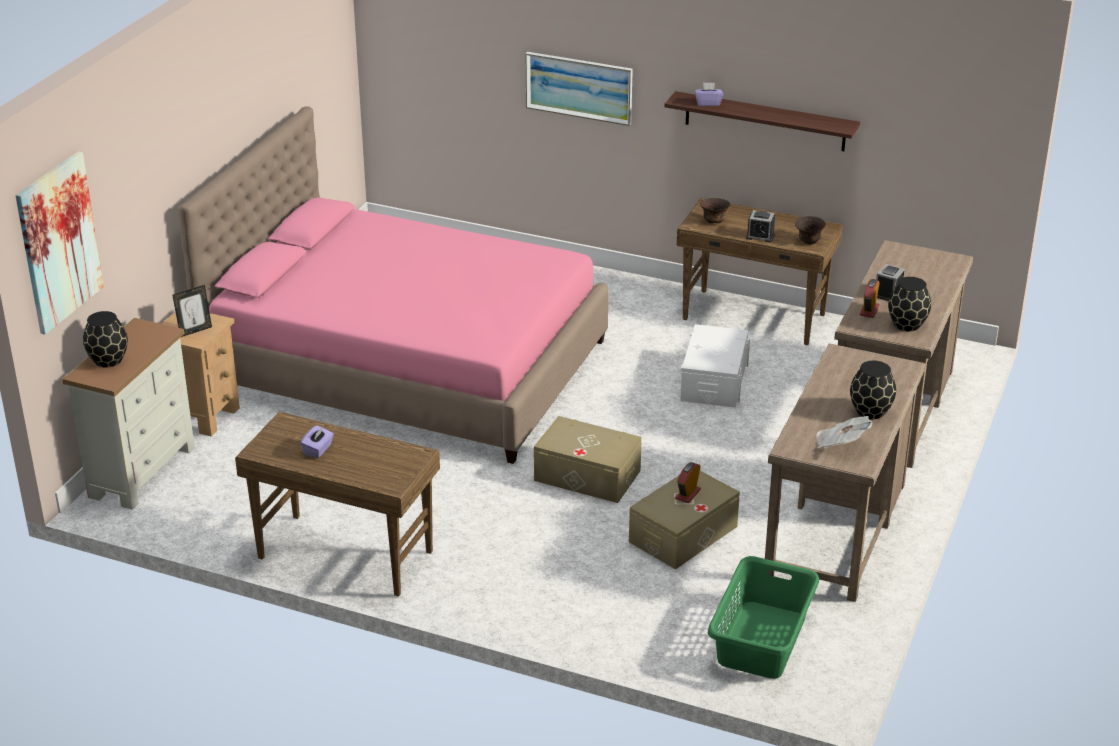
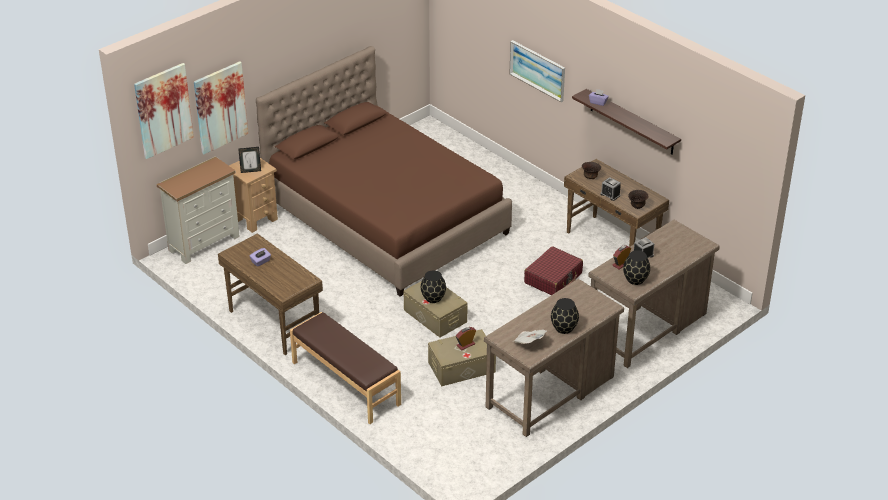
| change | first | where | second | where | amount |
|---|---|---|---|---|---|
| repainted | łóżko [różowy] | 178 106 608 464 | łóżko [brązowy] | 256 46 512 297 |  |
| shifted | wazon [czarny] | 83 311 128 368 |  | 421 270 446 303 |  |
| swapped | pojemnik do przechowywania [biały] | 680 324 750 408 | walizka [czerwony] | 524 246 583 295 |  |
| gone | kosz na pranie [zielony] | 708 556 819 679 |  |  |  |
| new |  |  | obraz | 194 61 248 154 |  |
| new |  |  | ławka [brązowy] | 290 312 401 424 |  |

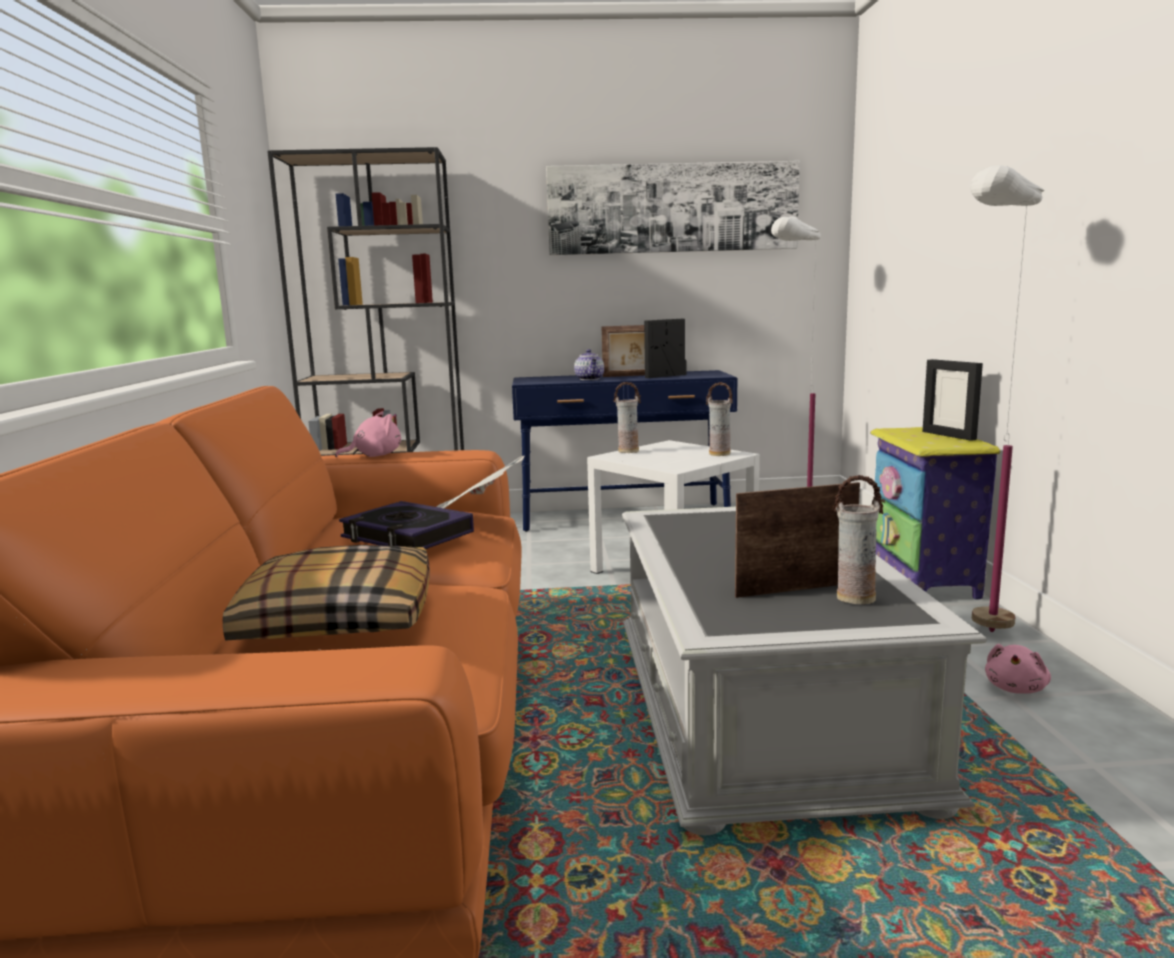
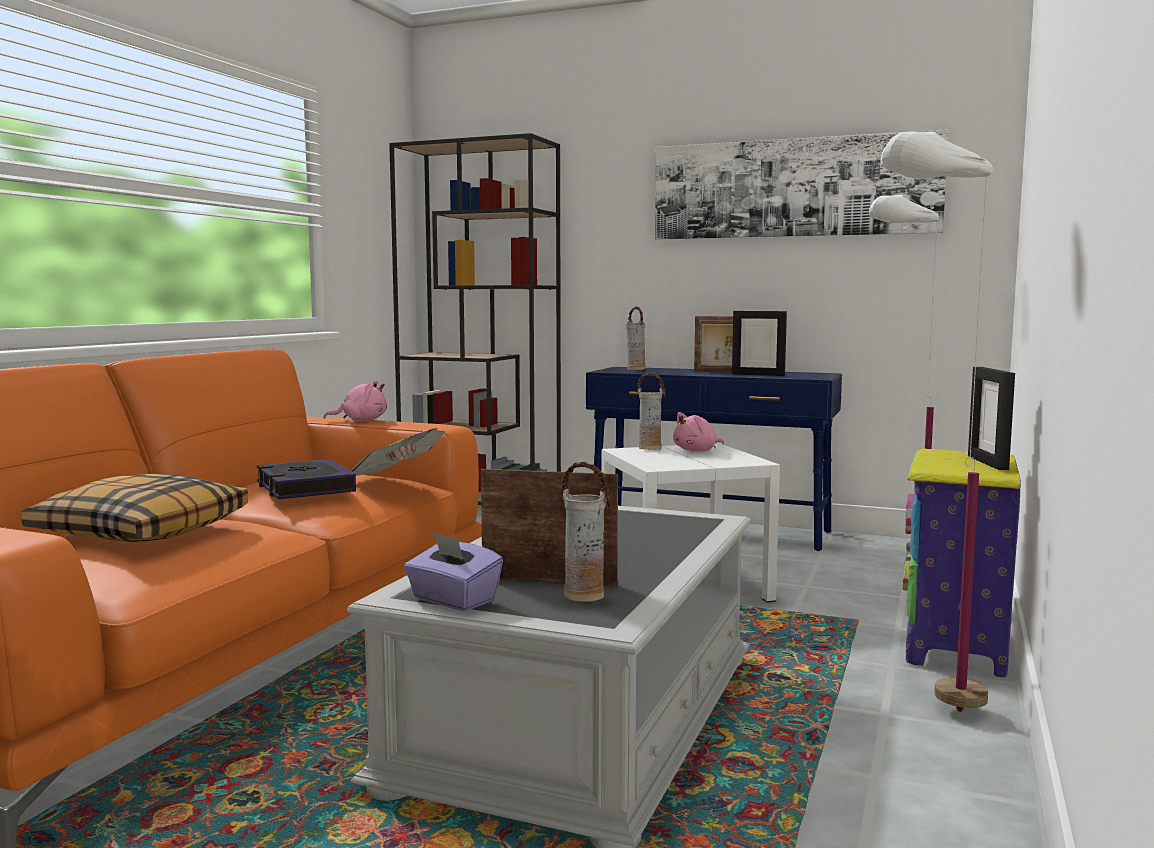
| change | first | where | second | where | amount |
|---|---|---|---|---|---|
| rotated | ramka na zdjęcie | 644 319 686 378 |  | 732 311 787 376 | 150 degrees counterclockwise |
| gone | imbryk | 574 349 604 380 |  |  |  |
| shifted | wazon | 706 382 733 456 |  | 626 307 646 370 |  |
| shifted | pluszak [różowy] | 985 644 1051 694 |  | 673 412 724 452 |  |
| new |  |  | pudełko chusteczek [fioletowy] | 404 532 503 611 |  |

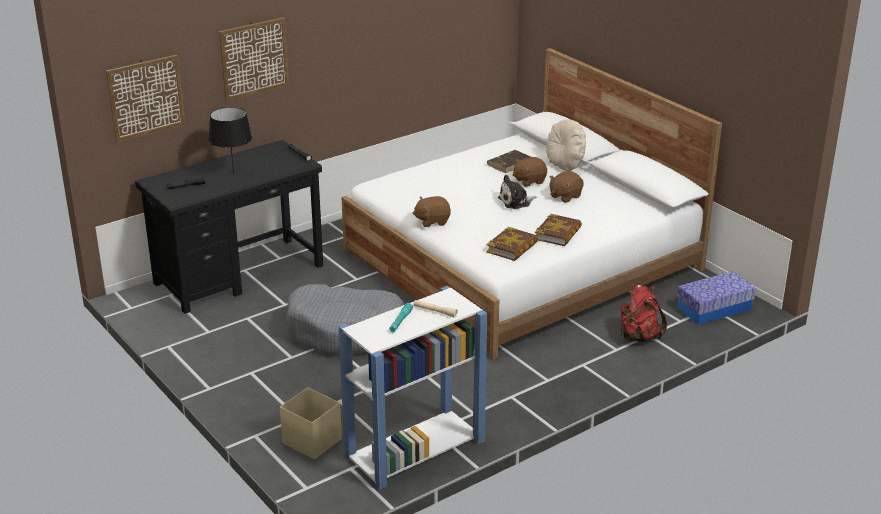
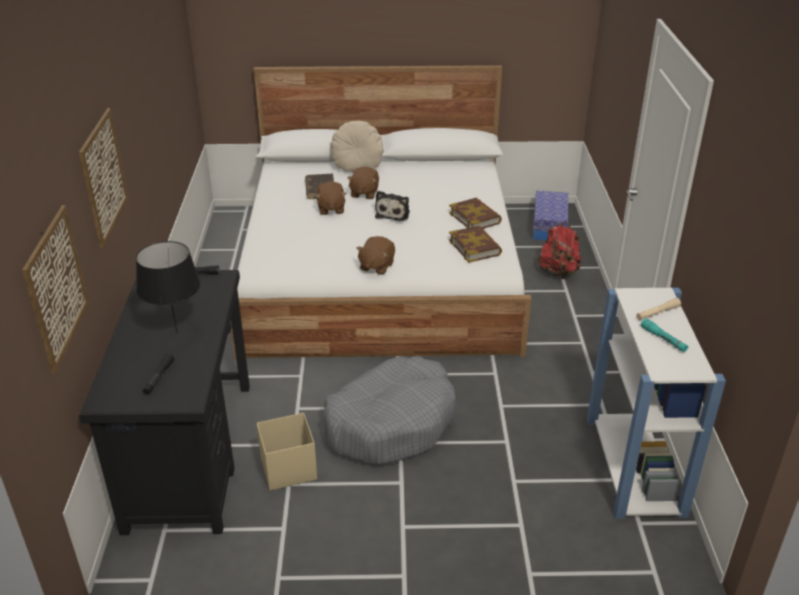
| change | first | where | second | where | amount |
|---|---|---|---|---|---|
| shifted | pluszak [brązowy] | 549 171 584 203 |  | 315 181 346 215 |  |
| shifted | pojemnik do przechowywania [beżowy] | 280 387 342 459 |  | 256 413 317 491 |  |

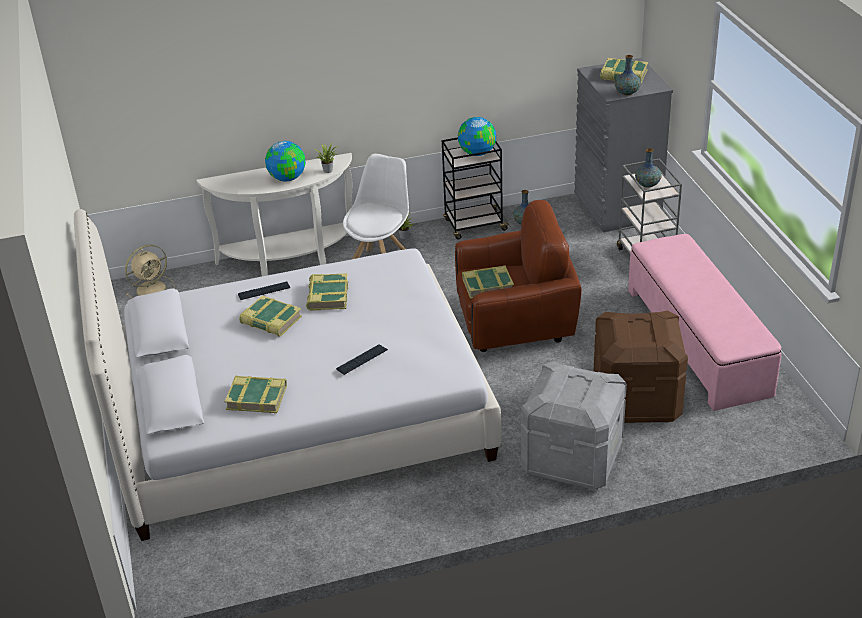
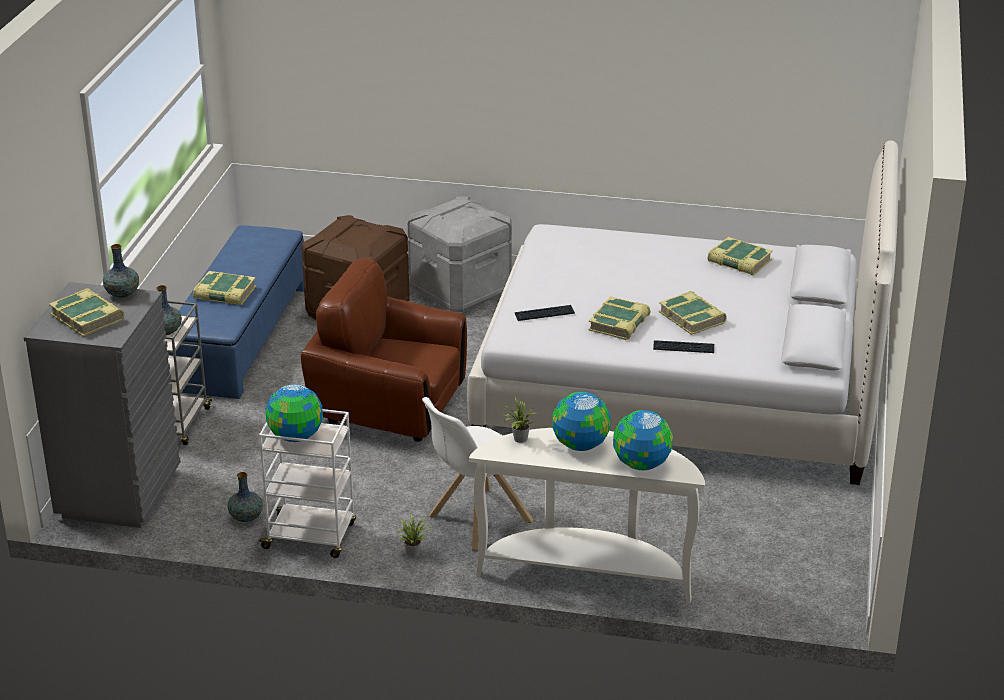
| change | first | where | second | where | amount |
|---|---|---|---|---|---|
| repainted | wózek [czarny] | 442 138 510 239 | wózek [biały] | 257 409 356 558 |  |
| repainted | ławka [różowy] | 628 234 781 411 | ławka [niebieski] | 168 225 304 399 |  |
| gone | wentylator [beżowy] | 125 245 174 298 |  |  |  |
| shifted | książka | 462 265 514 299 |  | 193 271 256 305 |  |
| shifted | klawiatura | 336 344 388 375 |  | 515 305 575 321 |  |
| new |  |  | globus | 613 410 673 470 |  |

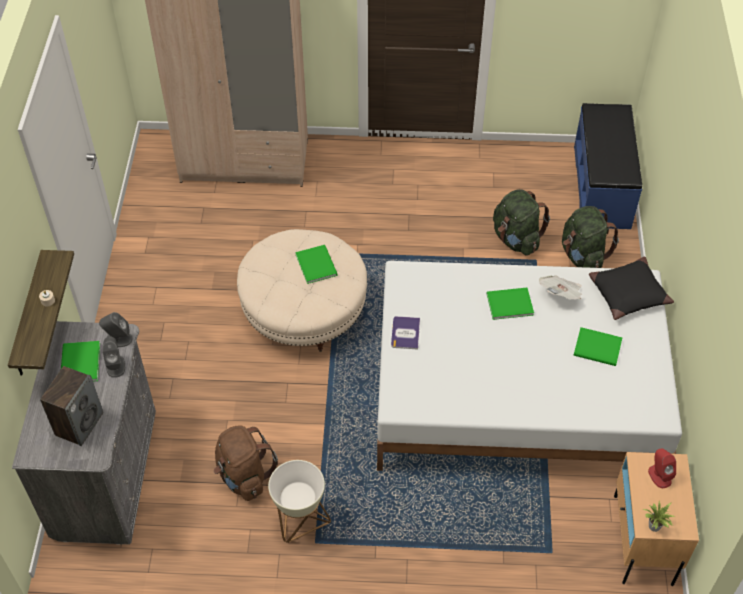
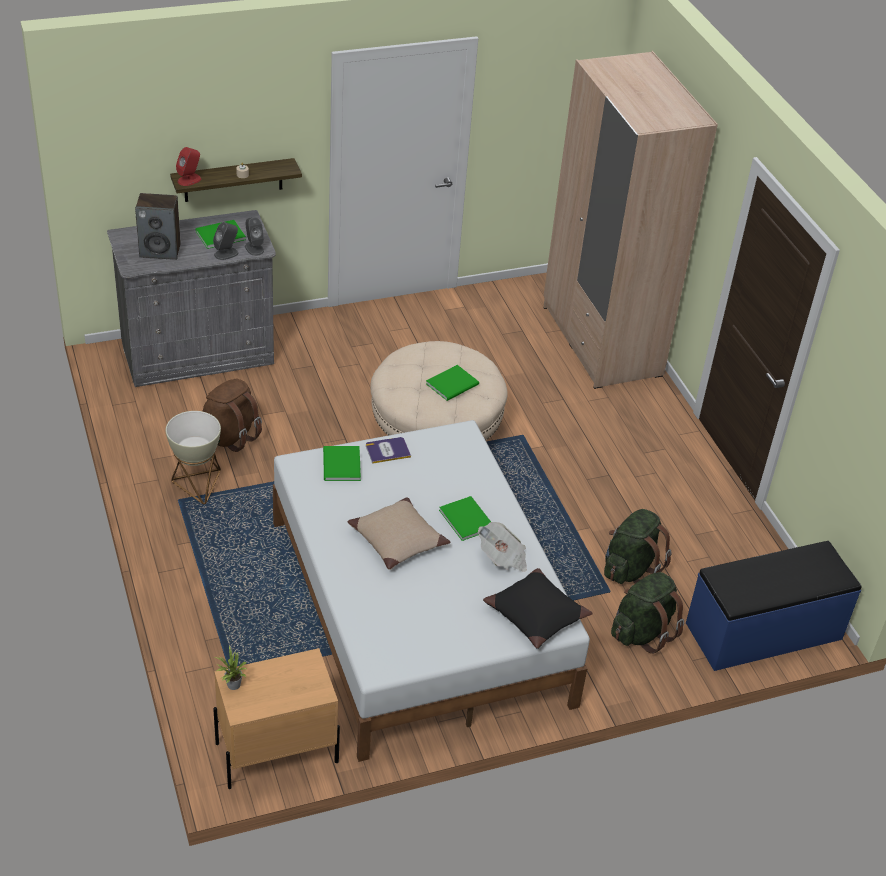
| change | first | where | second | where | amount |
|---|---|---|---|---|---|
| shifted | książka [zielony] | 573 327 623 366 |  | 323 446 361 481 |  |
| shifted | głośnik [czerwony] | 648 448 676 488 |  | 176 147 201 186 |  |
| new |  |  | poduszka [beżowy] | 348 498 450 570 |  |

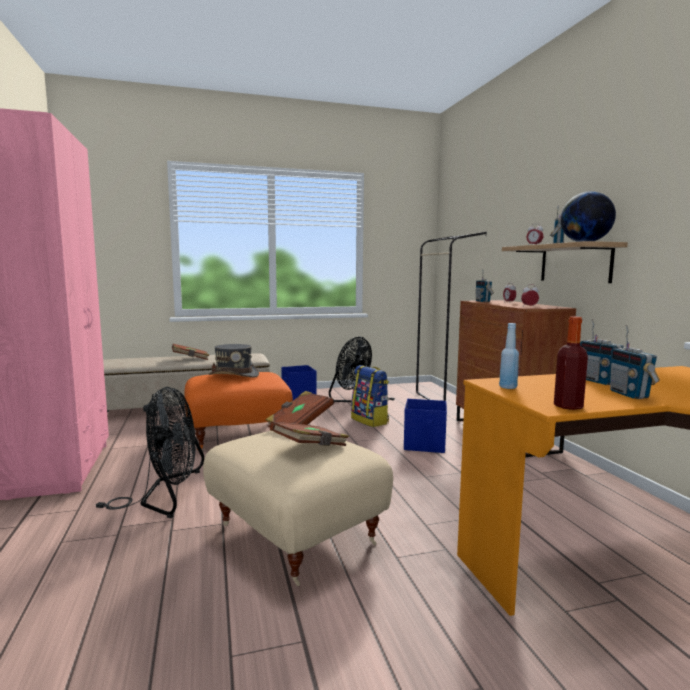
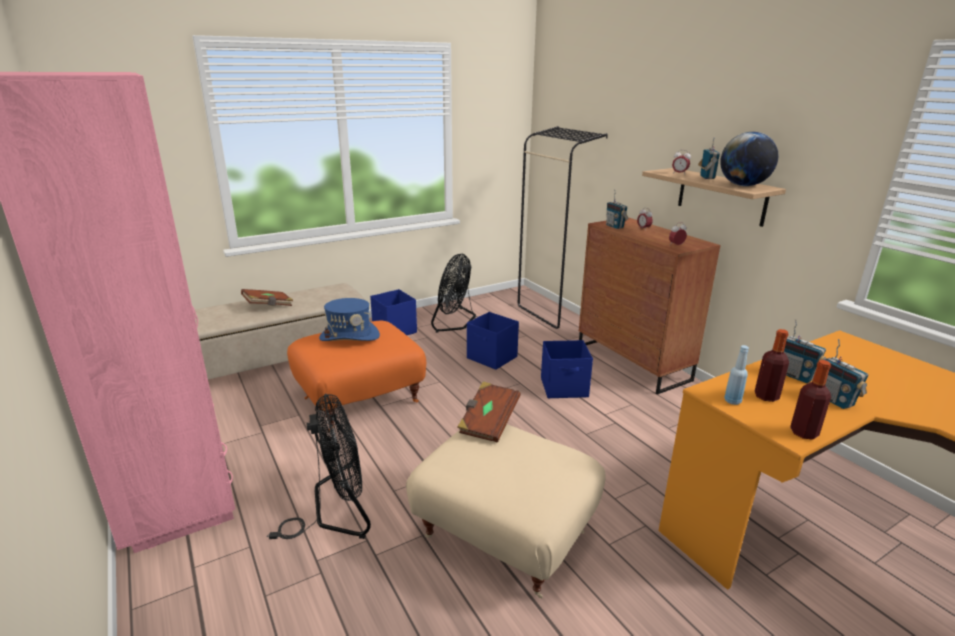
| change | first | where | second | where | amount |
|---|---|---|---|---|---|
| repainted | kapelusz [szary] | 209 344 259 378 | kapelusz [niebieski] | 319 298 380 341 |  |
| swapped | plecak | 351 365 389 427 | pojemnik do przechowywania [niebieski] | 467 312 519 370 |  |
| gone | książka [brązowy] | 270 422 349 446 |  |  |  |
| new |  |  | butelka | 755 329 789 402 |  |

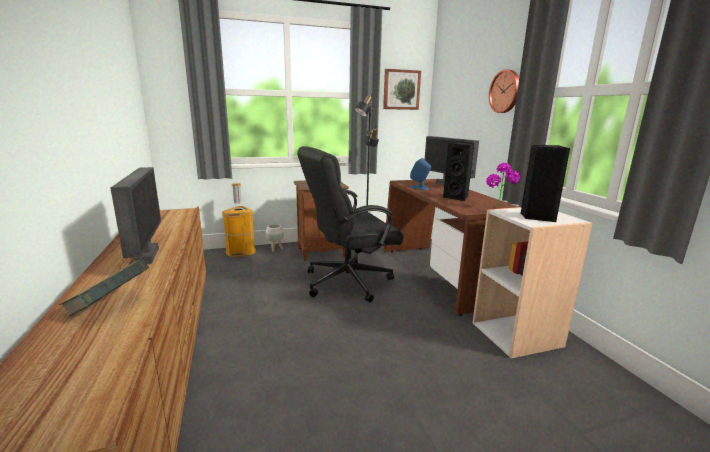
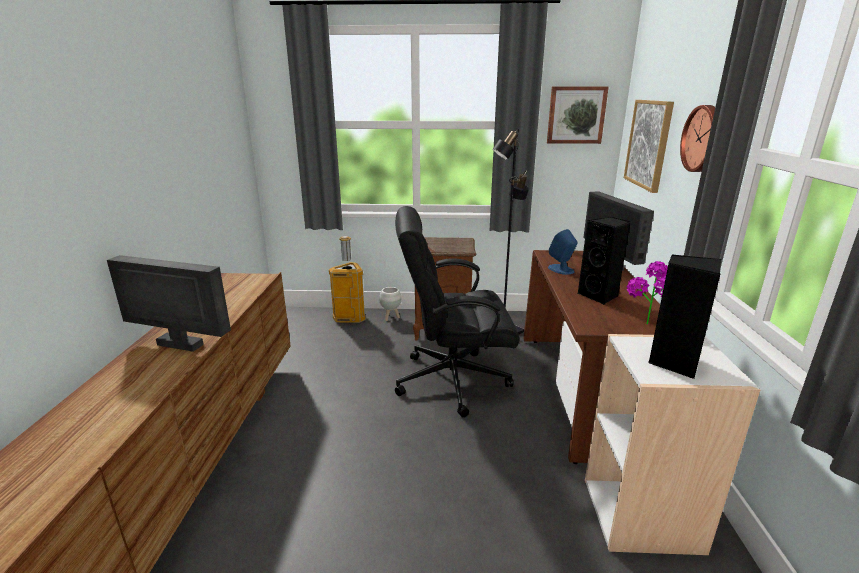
| change | first | where | second | where | amount |
|---|---|---|---|---|---|
| rotated | monitor | 110 167 161 264 |  | 107 255 231 352 | 75 degrees counterclockwise |
| gone | książka | 59 259 149 316 |  |  |  |
| new |  |  | obraz | 624 100 674 193 |  |

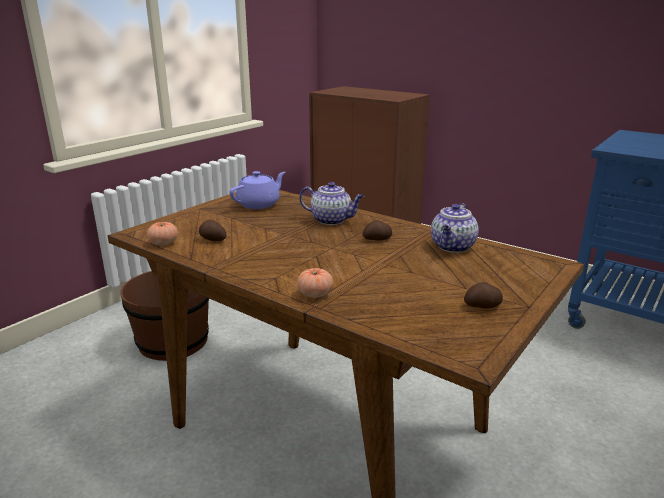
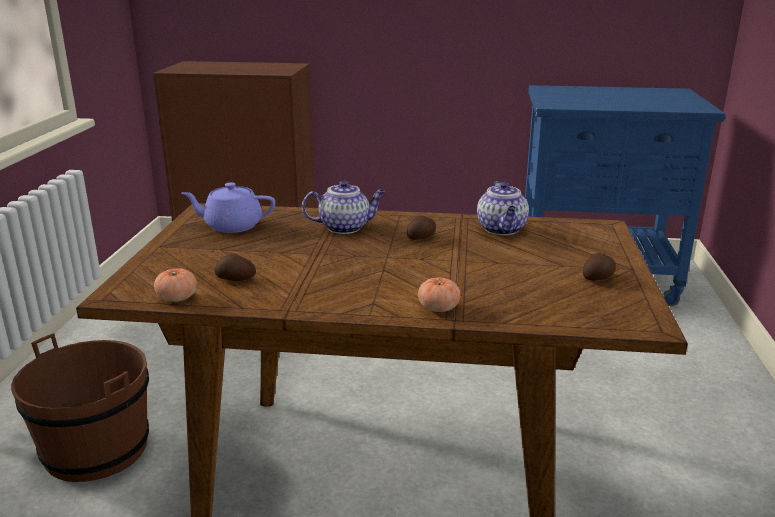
| change | first | where | second | where | amount |
|---|---|---|---|---|---|
| rotated | imbryk [fioletowy] | 229 171 285 209 |  | 181 182 275 233 | 105 degrees counterclockwise |

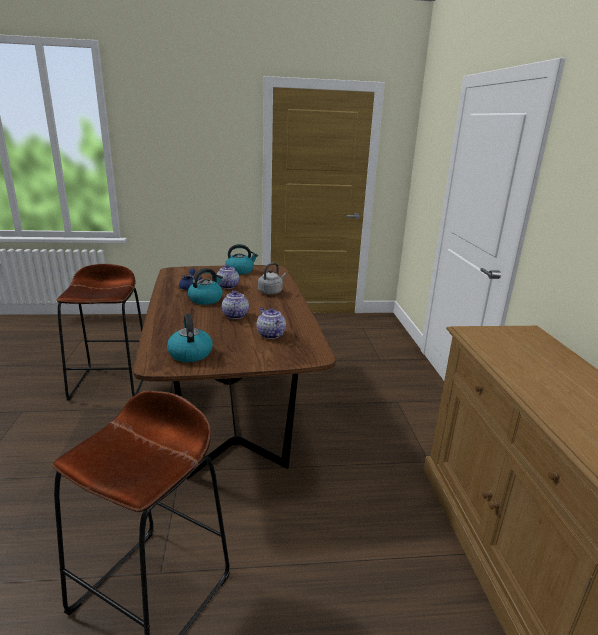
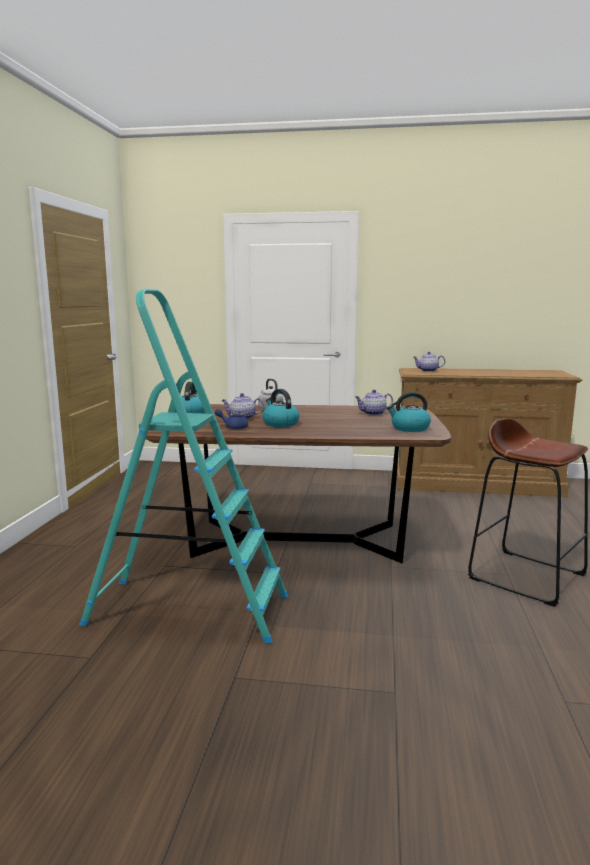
| change | first | where | second | where | amount |
|---|---|---|---|---|---|
| swapped | stołek [brązowy] | 57 264 143 401 | drabinka [turkusowy] | 79 289 288 644 |  |
| shifted | imbryk | 222 290 249 319 |  | 414 352 445 372 |  |

